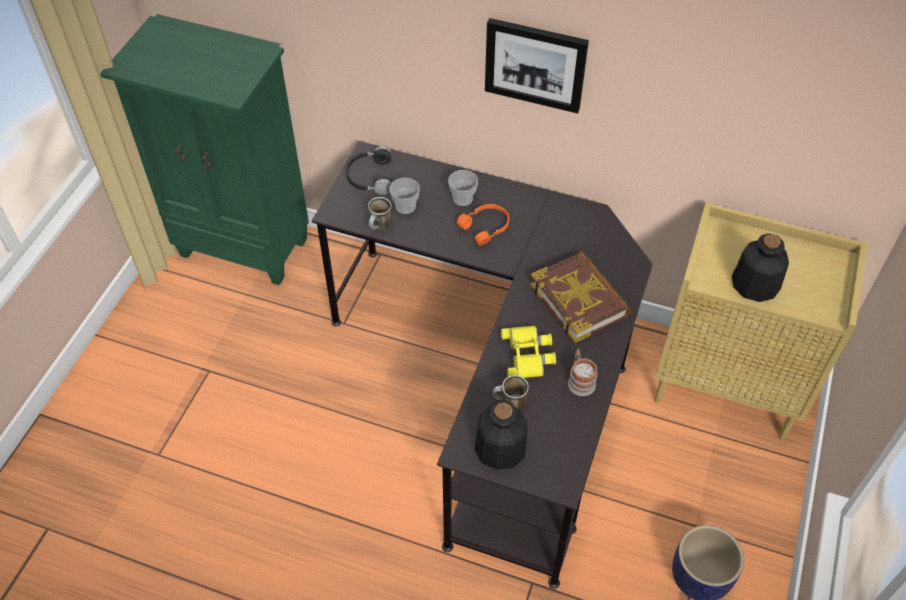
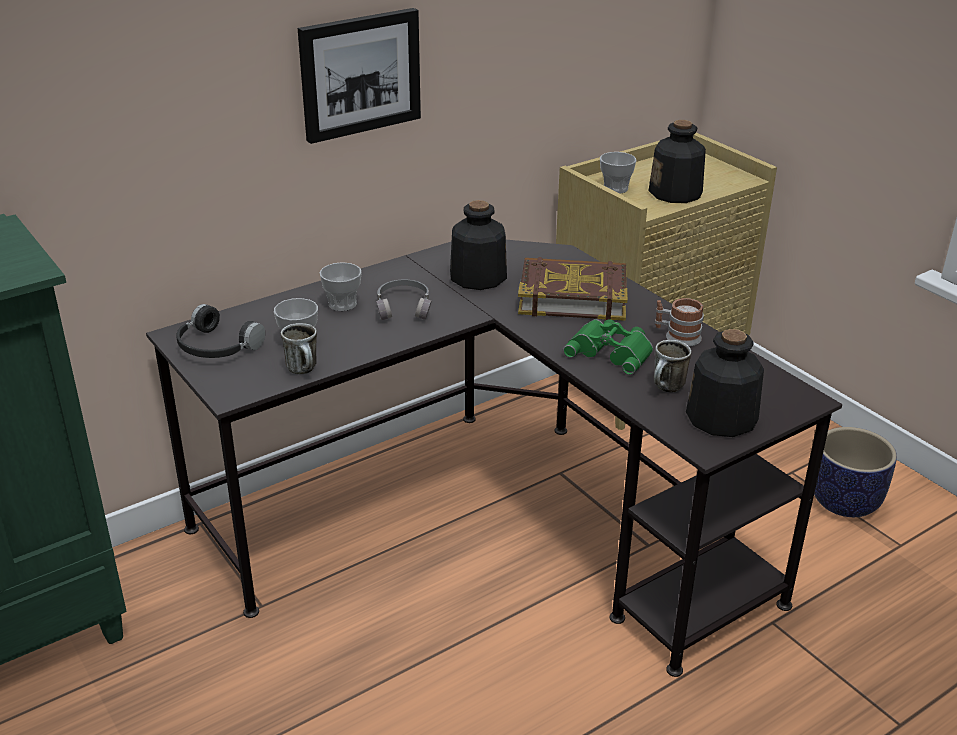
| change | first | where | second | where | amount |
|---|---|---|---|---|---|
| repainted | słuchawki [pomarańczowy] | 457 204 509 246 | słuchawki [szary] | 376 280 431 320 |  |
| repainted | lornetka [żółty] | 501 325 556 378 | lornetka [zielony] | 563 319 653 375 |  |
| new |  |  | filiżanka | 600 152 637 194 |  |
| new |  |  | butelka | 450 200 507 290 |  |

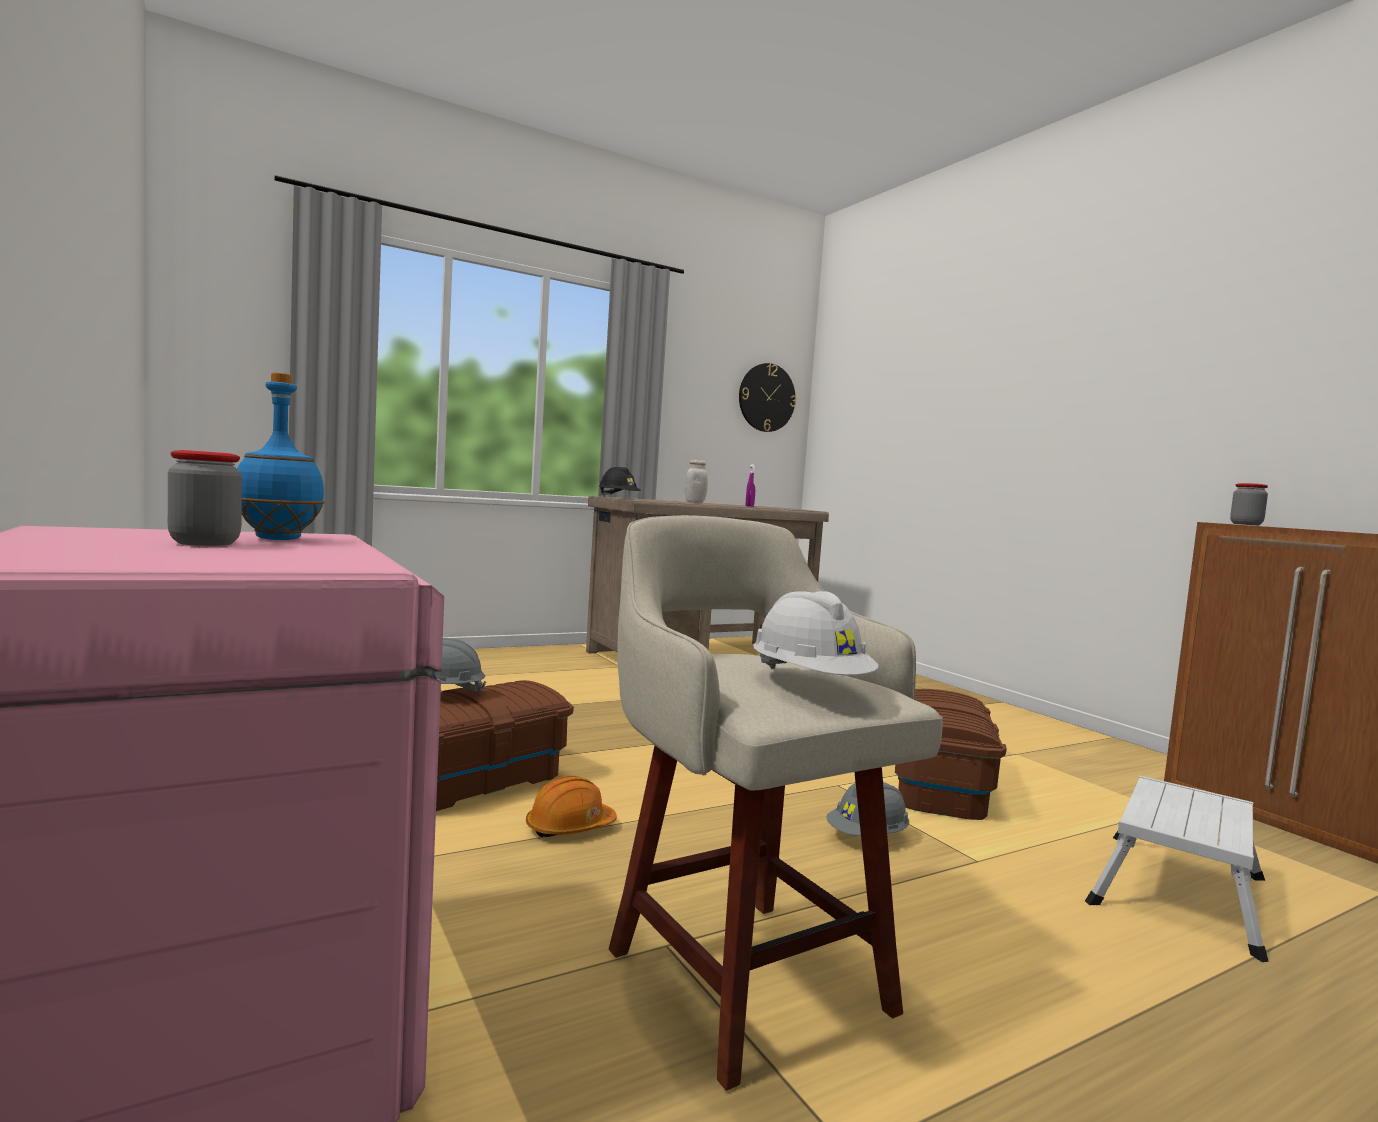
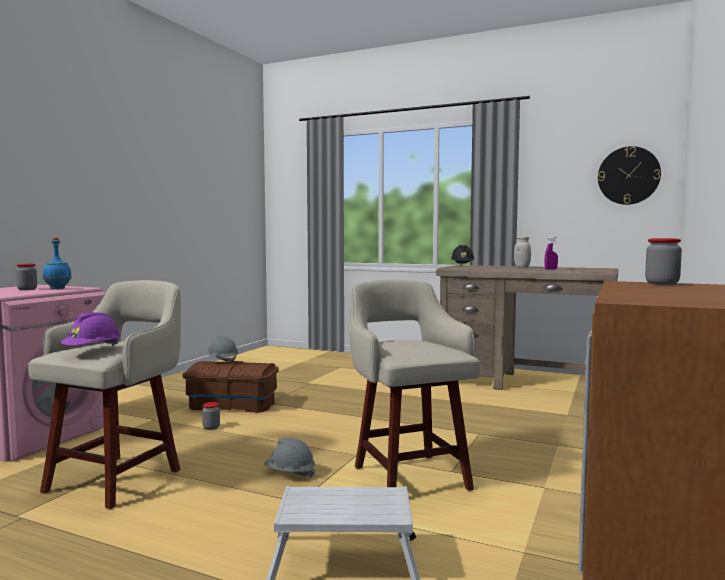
| change | first | where | second | where | amount |
|---|---|---|---|---|---|
| repainted | kask [biały] | 753 591 879 675 | kask [fioletowy] | 61 312 121 346 |  |
| swapped | pojemnik do przechowywania [brązowy] | 895 689 1007 820 | stołek [beżowy] | 349 280 481 491 |  |
| swapped | kask [pomarańczowy] | 526 776 617 838 | słoik | 202 402 220 430 |  |

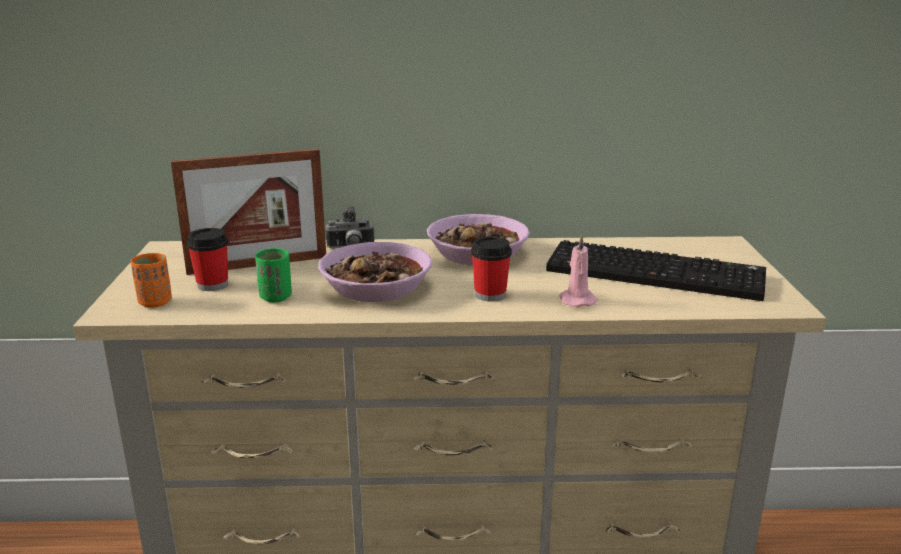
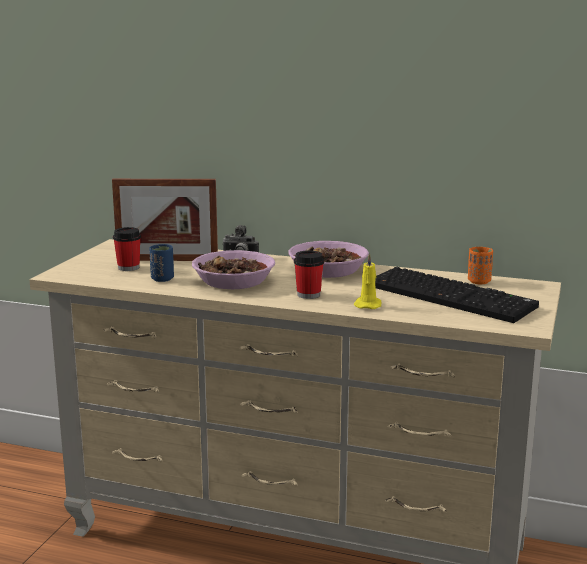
| change | first | where | second | where | amount |
|---|---|---|---|---|---|
| repainted | świeca [różowy] | 560 234 598 307 | świeca [żółty] | 354 253 381 309 |  |
| repainted | filiżanka [zielony] | 255 248 292 302 | filiżanka [niebieski] | 149 244 174 282 |  |
| shifted | filiżanka [pomarańczowy] | 131 253 172 308 |  | 468 247 493 284 |  |

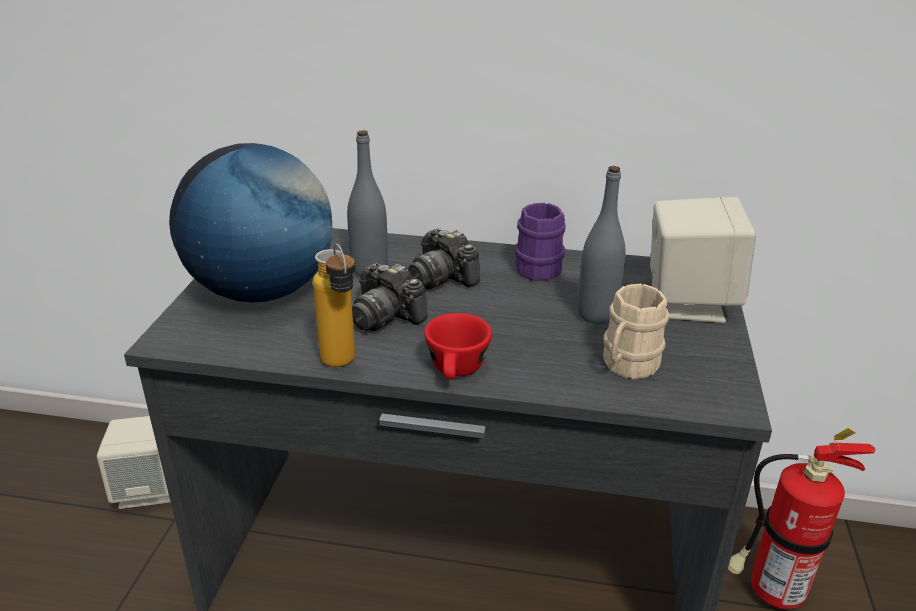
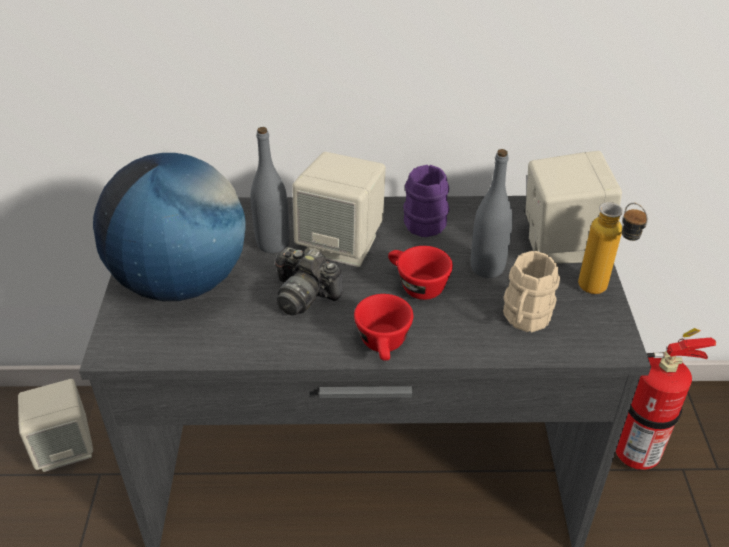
| change | first | where | second | where | amount |
|---|---|---|---|---|---|
| swapped | aparat fotograficzny | 408 229 480 290 | głośnik [beżowy] | 292 152 386 267 |  |
| shifted | butelka | 313 244 355 367 |  | 578 202 648 294 |  |
| new |  |  | filiżanka [czerwony] | 388 246 453 300 |  |

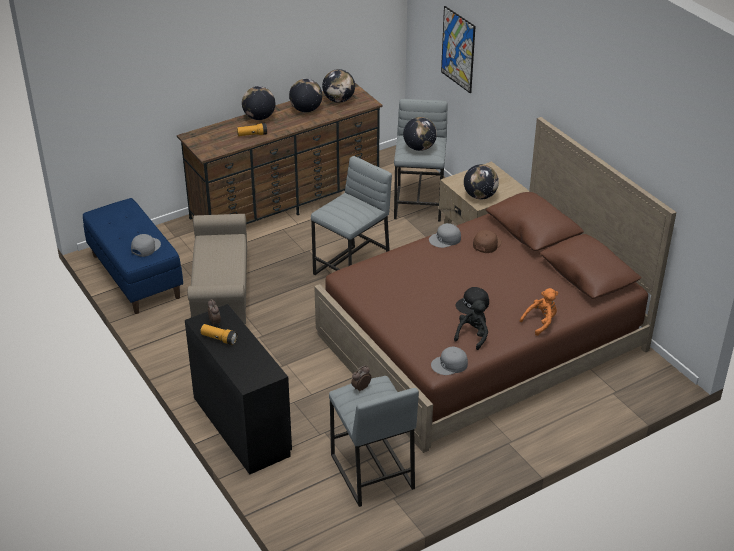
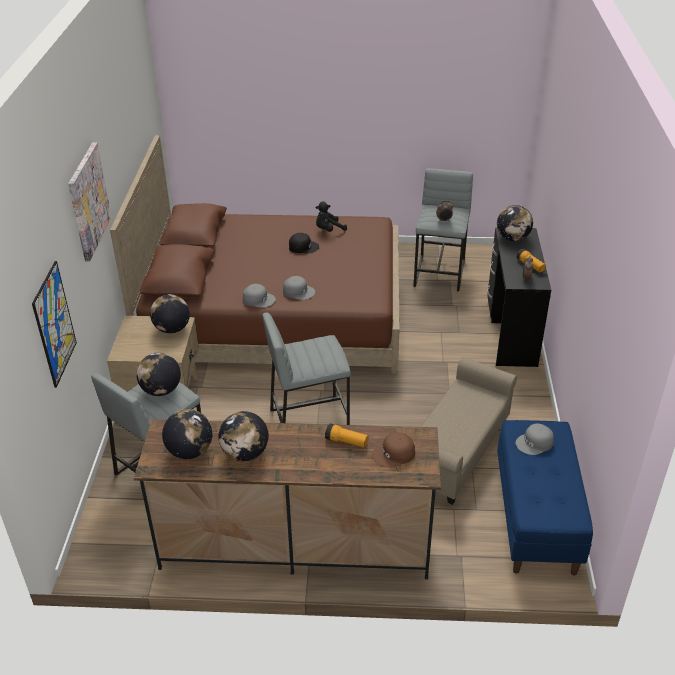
| change | first | where | second | where | amount |
|---|---|---|---|---|---|
| shifted | globus | 242 86 276 120 |  | 497 205 533 241 |  |
| shifted | czapka z daszkiem [brązowy] | 473 230 502 253 |  | 372 432 415 467 |  |
| gone | pluszak [pomarańczowy] | 520 288 558 336 |  |  |  |
| shifted | czapka z daszkiem [szary] | 431 346 468 375 |  | 283 276 315 300 |  |
| new |  |  | obraz | 68 142 112 261 |  |

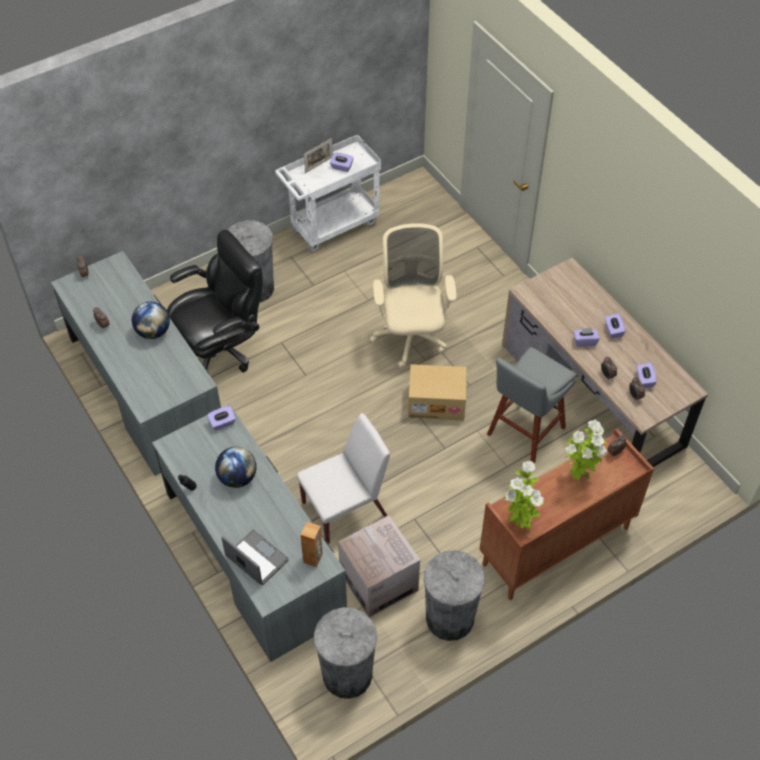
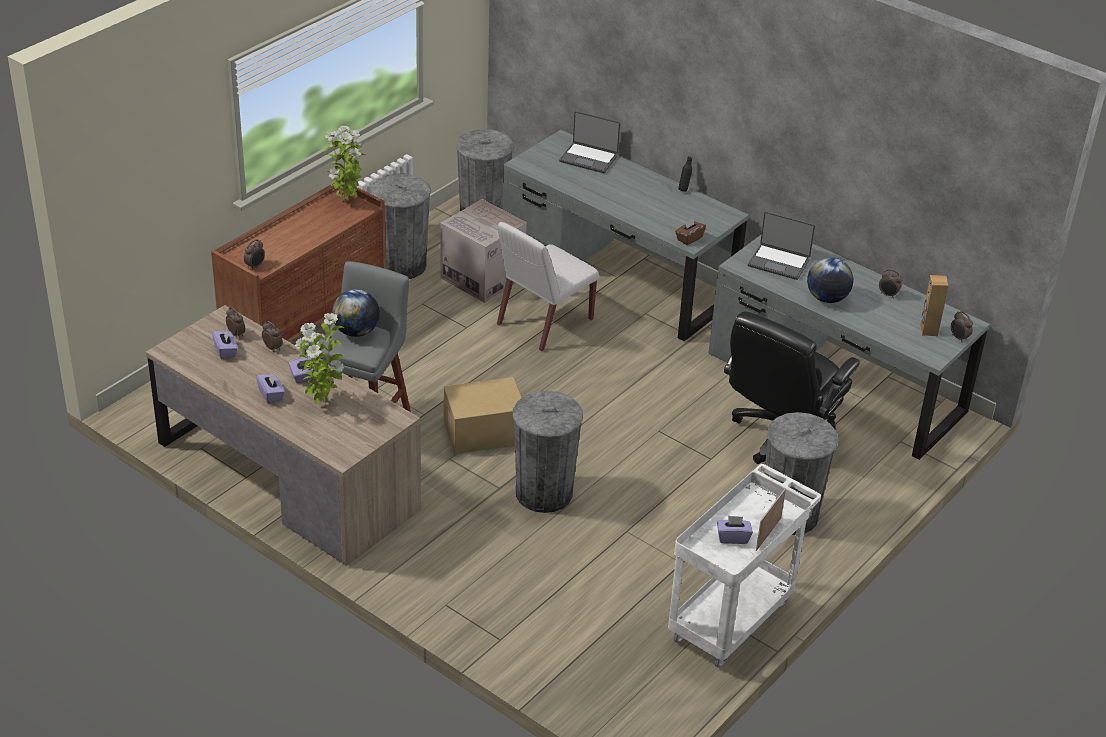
| change | first | where | second | where | amount |
|---|---|---|---|---|---|
| swapped | krzesło biurowe [beżowy] | 370 223 456 368 | kosz na śmieci [szary] | 513 391 583 513 |  |
| repainted | pudełko chusteczek [fioletowy] | 207 406 236 430 | pudełko chusteczek [brązowy] | 675 218 706 245 |  |
| shifted | roślina doniczkowa | 564 420 607 480 |  | 295 313 344 404 |  |
| shifted | globus | 215 447 257 488 |  | 332 289 380 337 |  |
| shifted | głośnik [brązowy] | 300 522 323 567 |  | 920 275 949 336 |  |
| new |  |  | laptop | 748 211 815 280 |  |

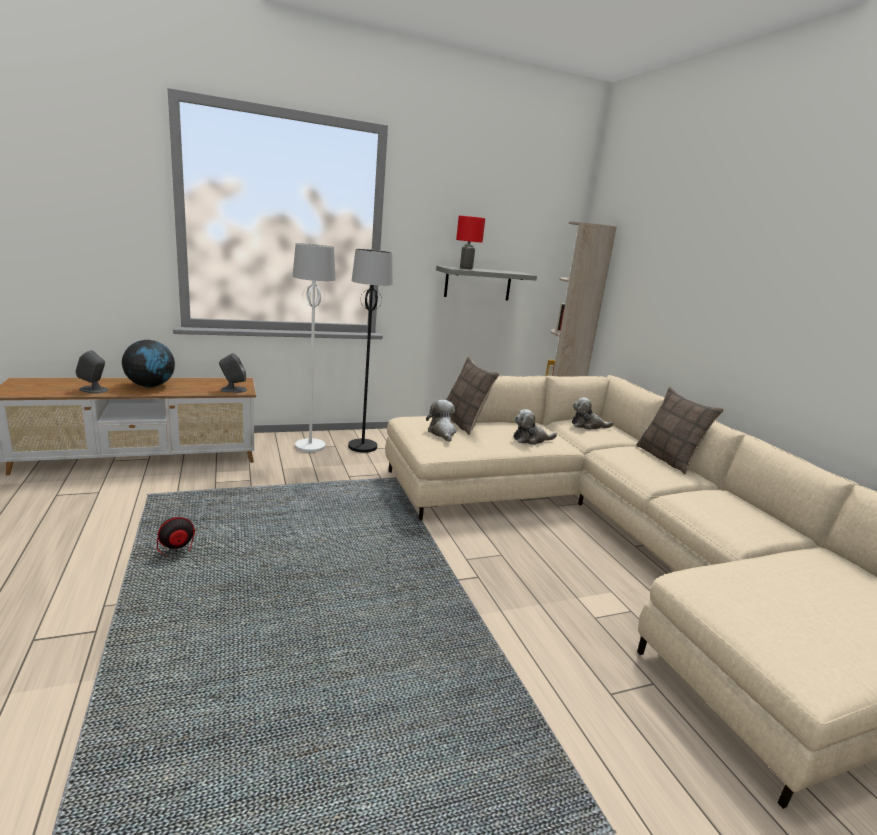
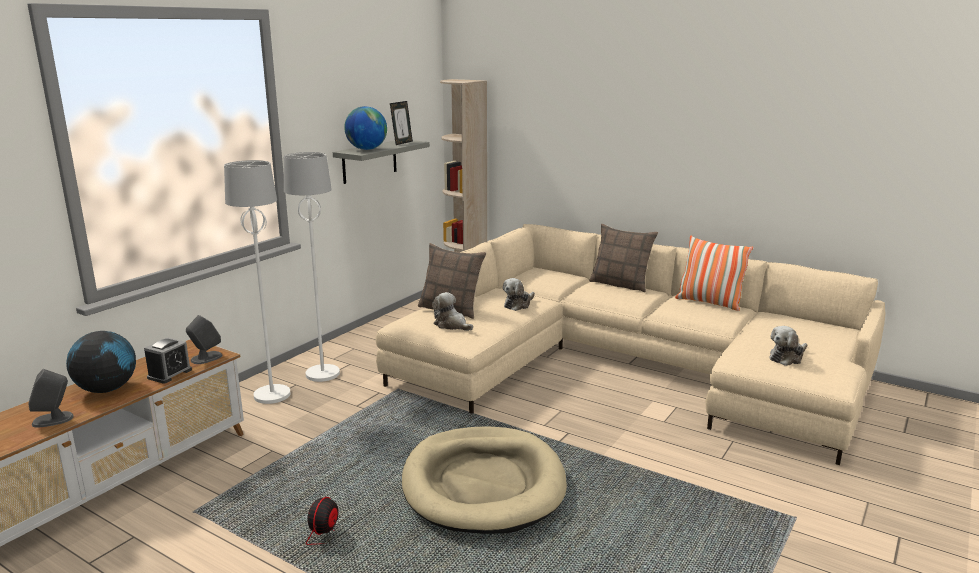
| change | first | where | second | where | amount |
|---|---|---|---|---|---|
| swapped | lampa stołowa [czerwony] | 456 216 485 269 | globus | 344 106 387 150 |  |
| repainted | lampa stojąca [czarny] | 348 249 393 453 | lampa stojąca [biały] | 284 152 340 382 |  |
| shifted | pluszak | 572 397 614 430 |  | 769 326 807 366 |  |
| new |  |  | ramka na zdjęcie | 390 101 413 145 |  |
| new |  |  | poduszka | 675 236 753 311 |  |
| new |  |  | budzik | 144 338 192 384 |  |
| new |  |  | legowisko [beżowy] | 402 426 567 534 |  |

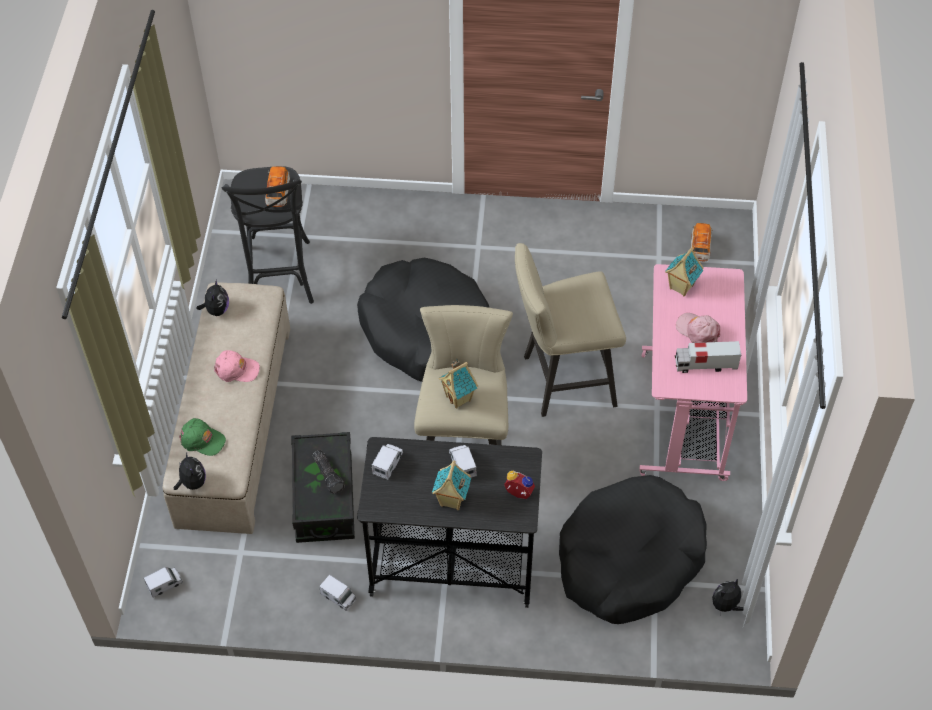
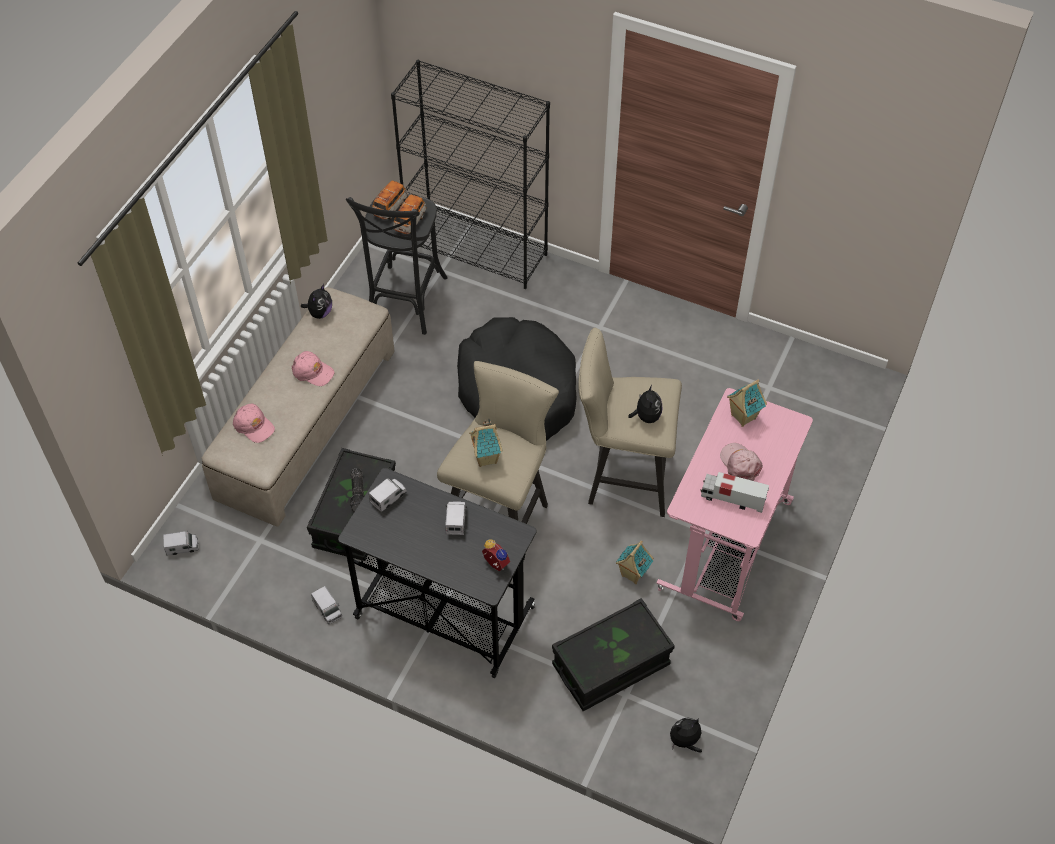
| change | first | where | second | where | amount |
|---|---|---|---|---|---|
| shifted | samochodzik | 691 223 713 262 |  | 372 181 408 220 |  |
| repainted | czapka z daszkiem [zielony] | 179 418 226 456 | czapka z daszkiem [różowy] | 233 404 275 443 |  |
| shifted | pluszak | 174 453 206 490 |  | 628 385 663 423 |  |
| shifted | domek | 432 460 471 510 |  | 616 541 654 584 |  |
| swapped | legowisko [czarny] | 559 475 707 624 | pojemnik do przechowywania [czarny] | 552 598 675 711 |  |
| new |  |  | regał [czarny] | 391 60 550 289 |  |

